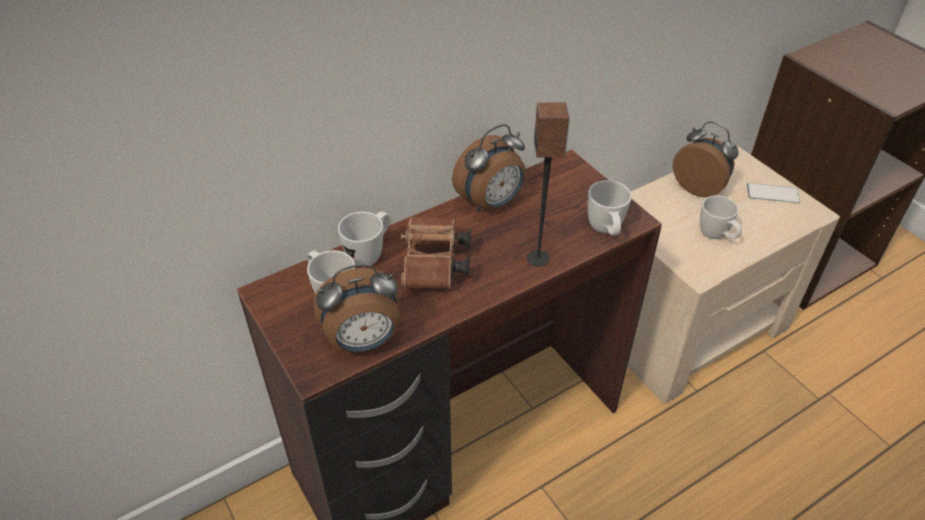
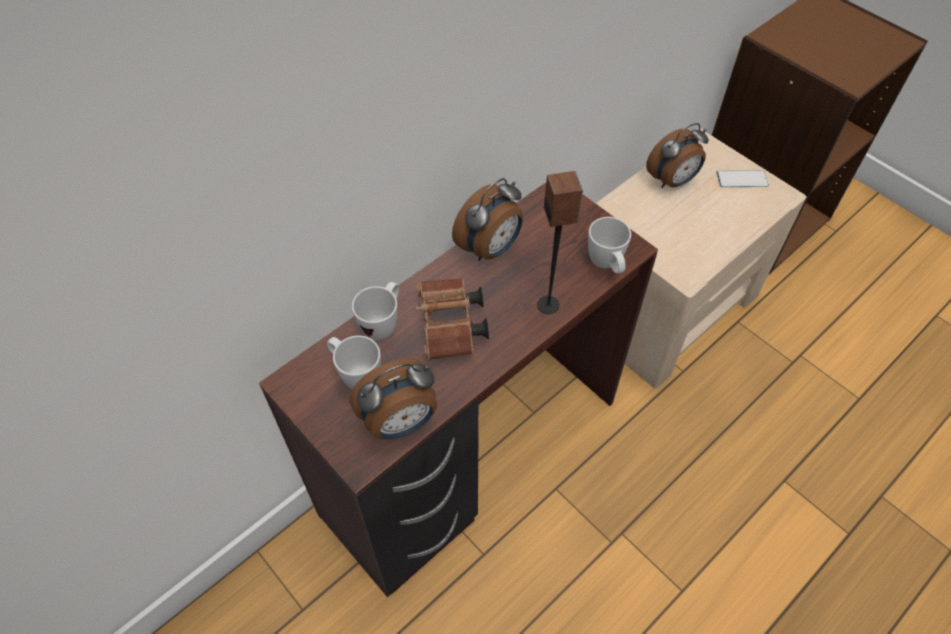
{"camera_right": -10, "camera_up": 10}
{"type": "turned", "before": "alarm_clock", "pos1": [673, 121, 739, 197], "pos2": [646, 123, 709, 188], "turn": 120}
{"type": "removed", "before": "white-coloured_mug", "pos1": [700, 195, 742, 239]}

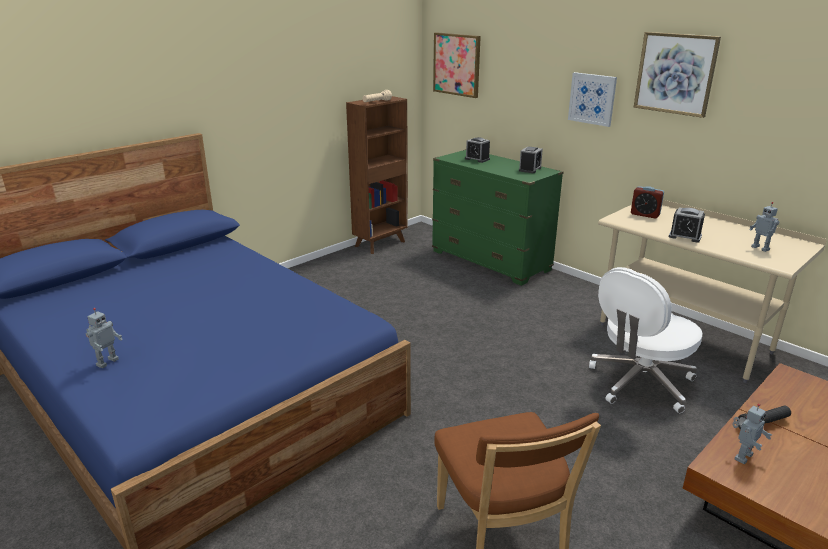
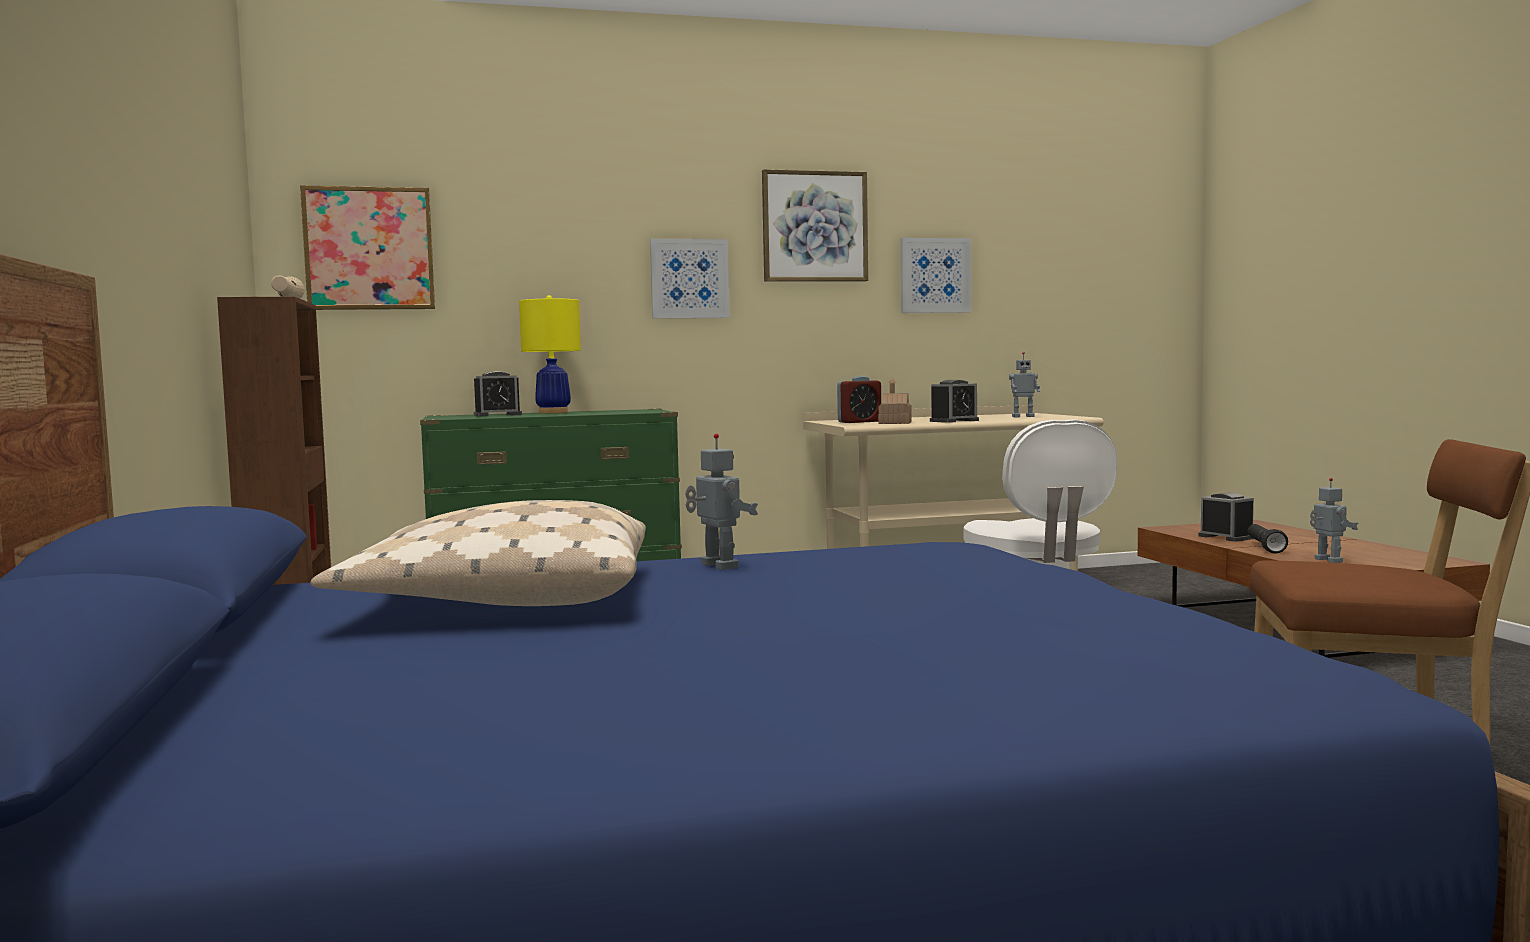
{"camera_right": -60, "camera_up": -20}
{"type": "moved", "before": "alarm_clock", "pos1": [519, 147, 543, 173], "pos2": [1198, 492, 1254, 542]}
{"type": "moved", "before": "robot_figure", "pos1": [86, 308, 123, 368], "pos2": [685, 433, 758, 570]}
{"type": "added", "after": "wall_picture", "pos2": [900, 238, 971, 313]}
{"type": "added", "after": "yellowish_tabletop_lamp", "pos2": [519, 295, 581, 413]}
{"type": "added", "after": "model_house", "pos2": [878, 378, 911, 424]}
{"type": "added", "after": "beige_cushion", "pos2": [311, 500, 646, 606]}

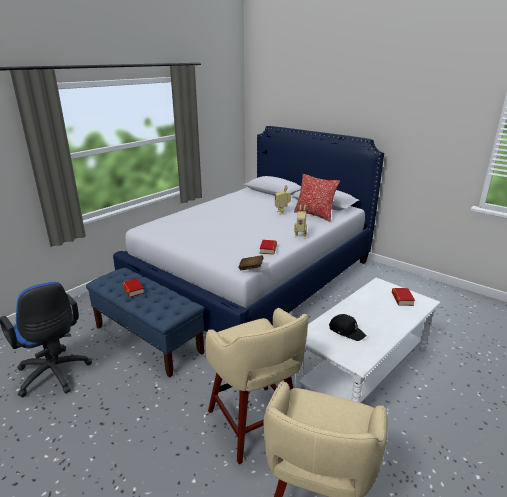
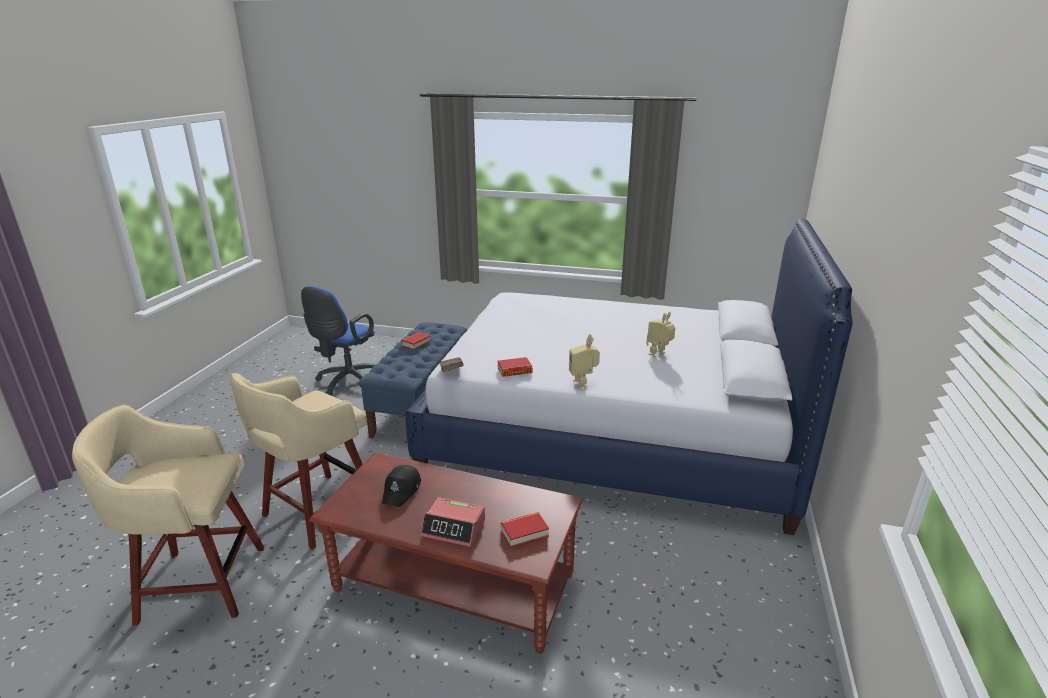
{"camera_right": 65, "camera_up": 0}
{"type": "removed", "before": "cushion", "pos1": [294, 174, 340, 221]}
{"type": "recoloured", "before": "white-coloured_coffee_table", "after": "brown_coffee_table", "pos1": [294, 278, 441, 403], "pos2": [309, 452, 583, 653]}
{"type": "added", "after": "alarm_clock", "pos2": [421, 497, 485, 547]}

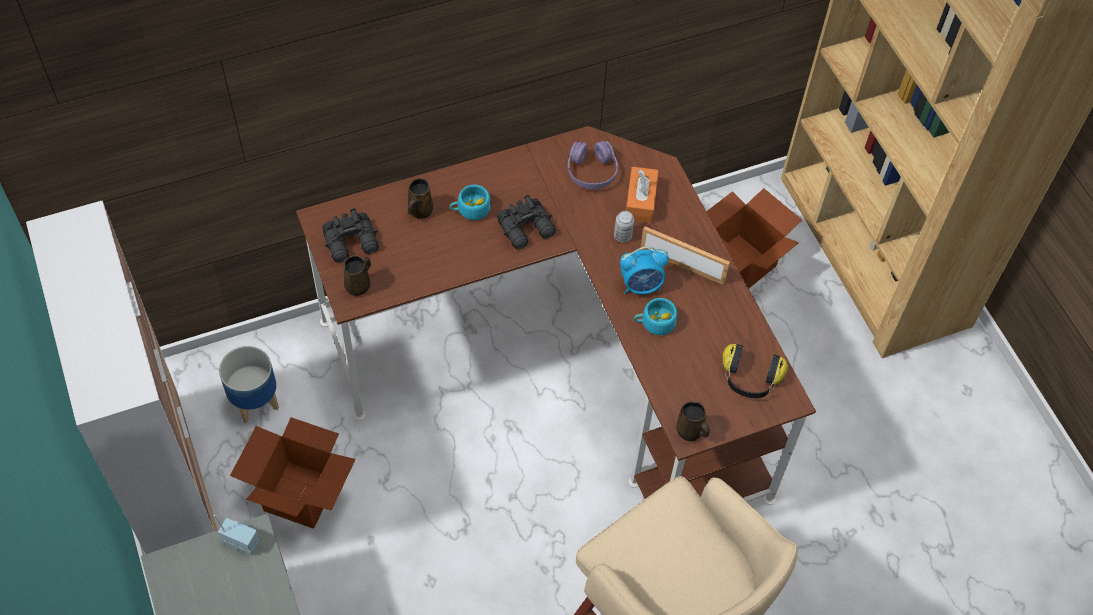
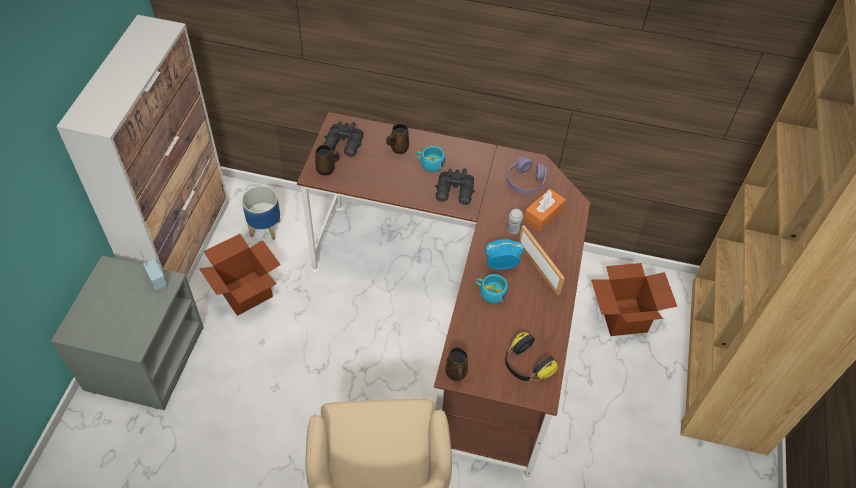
{"camera_right": 35, "camera_up": -5}
{"type": "turned", "before": "alarm_clock", "pos1": [620, 247, 669, 294], "pos2": [485, 239, 524, 270], "turn": 150}

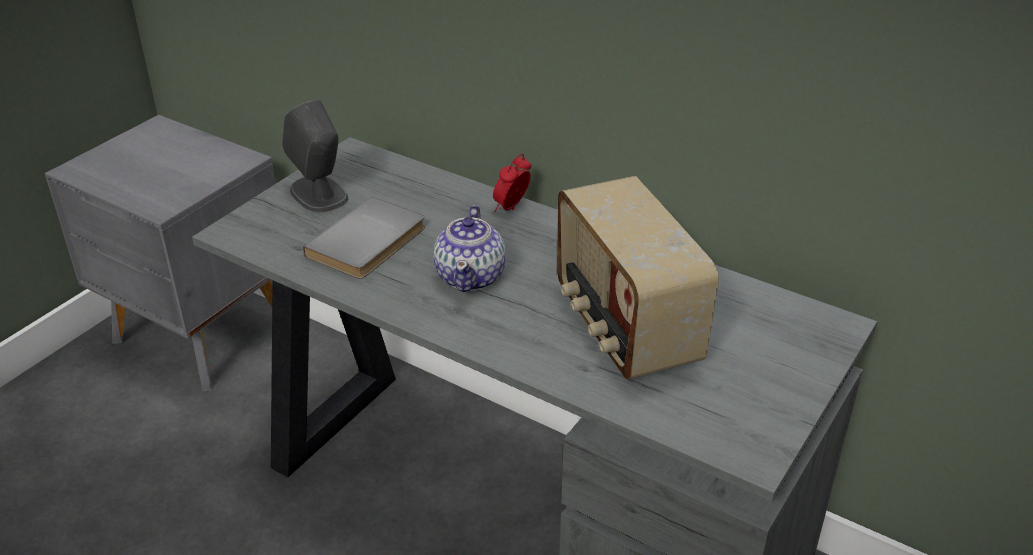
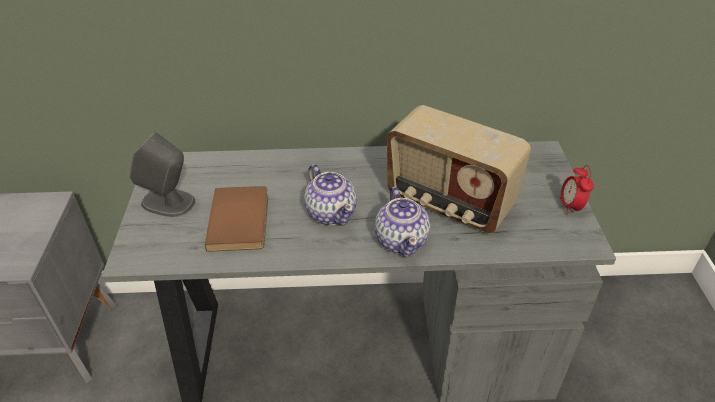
{"camera_right": -35, "camera_up": 5}
{"type": "moved", "before": "alarm_clock", "pos1": [493, 154, 531, 212], "pos2": [560, 165, 594, 215]}
{"type": "recoloured", "before": "gray_book", "after": "brown_book", "pos1": [303, 197, 425, 279], "pos2": [205, 186, 268, 252]}
{"type": "added", "after": "teapot", "pos2": [375, 186, 430, 257]}

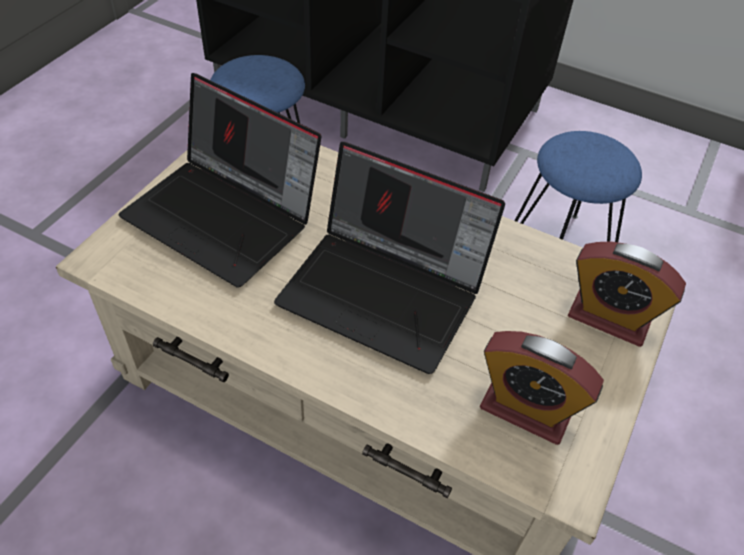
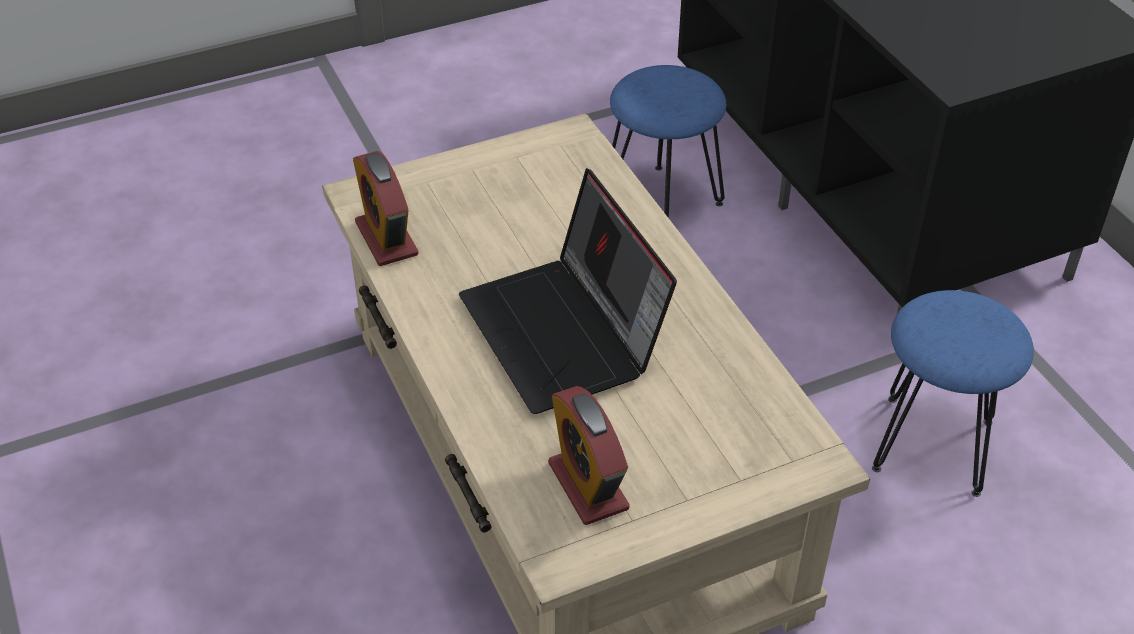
{"camera_right": 40, "camera_up": -5}
{"type": "removed", "before": "laptop", "pos1": [118, 73, 322, 288]}
{"type": "moved", "before": "alarm_clock", "pos1": [568, 242, 686, 347], "pos2": [353, 151, 419, 266]}

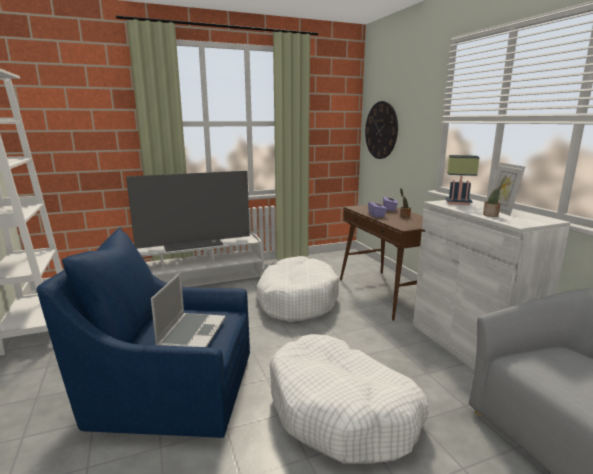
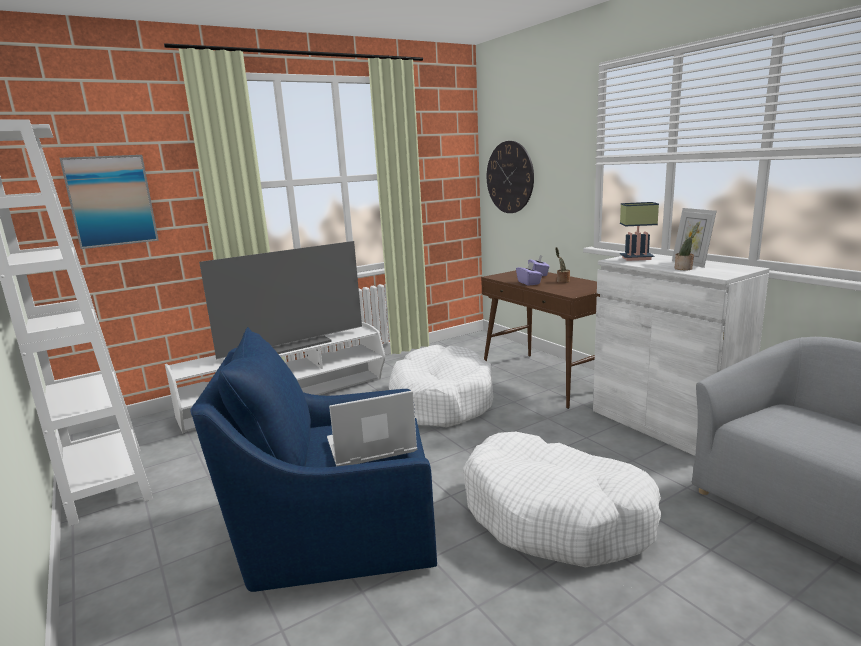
{"camera_right": -10, "camera_up": 0}
{"type": "turned", "before": "laptop", "pos1": [151, 273, 226, 347], "pos2": [327, 390, 417, 466], "turn": -105}
{"type": "added", "after": "wall_picture", "pos2": [59, 155, 159, 249]}

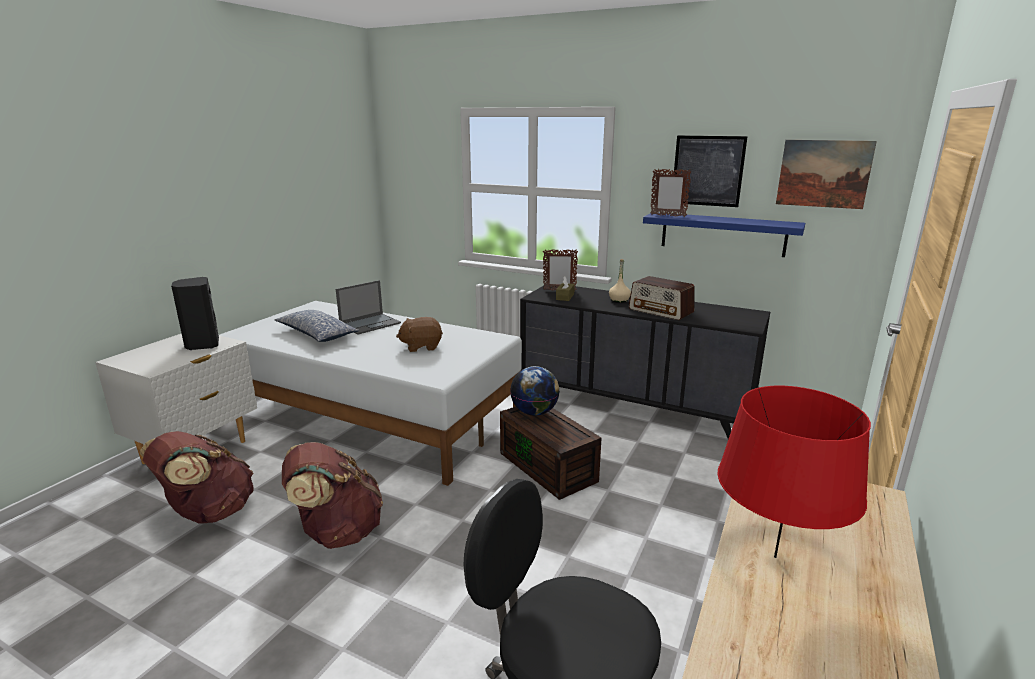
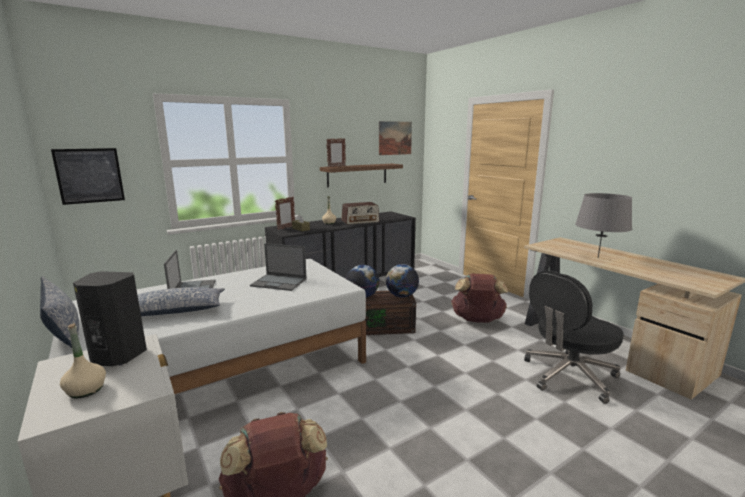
{"camera_right": -60, "camera_up": -5}
{"type": "moved", "before": "wall_picture", "pos1": [674, 135, 748, 207], "pos2": [51, 148, 125, 205]}
{"type": "recoloured", "before": "blue-coloured_bracket_shelf", "after": "brown_bracket_shelf", "pos1": [643, 212, 805, 257], "pos2": [320, 164, 403, 187]}
{"type": "replaced", "before": "brown_soft_toy", "after": "laptop", "pos1": [396, 317, 443, 352], "pos2": [250, 243, 307, 291]}
{"type": "recoloured", "before": "red-coloured_tabletop_lamp", "after": "gray_tabletop_lamp", "pos1": [717, 386, 871, 558], "pos2": [575, 193, 632, 258]}
{"type": "moved", "before": "brown_rucksack", "pos1": [282, 442, 383, 549], "pos2": [451, 273, 508, 323]}
{"type": "added", "after": "globe", "pos2": [386, 264, 419, 297]}
{"type": "added", "after": "cushion", "pos2": [40, 276, 79, 348]}
{"type": "added", "after": "beige_drink_bottle", "pos2": [60, 323, 106, 398]}

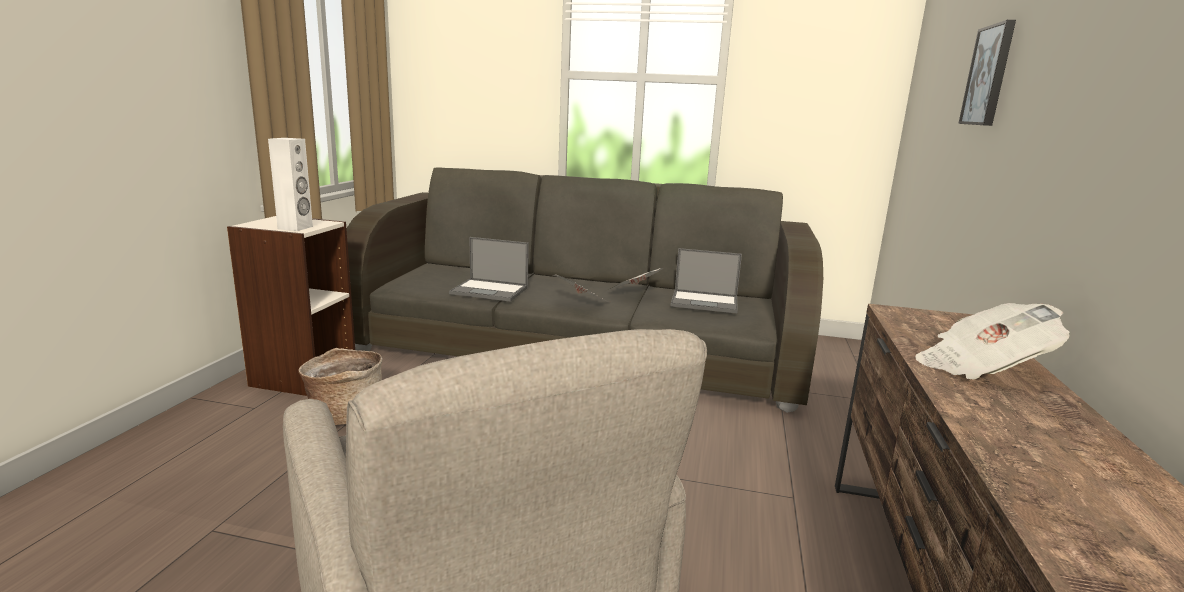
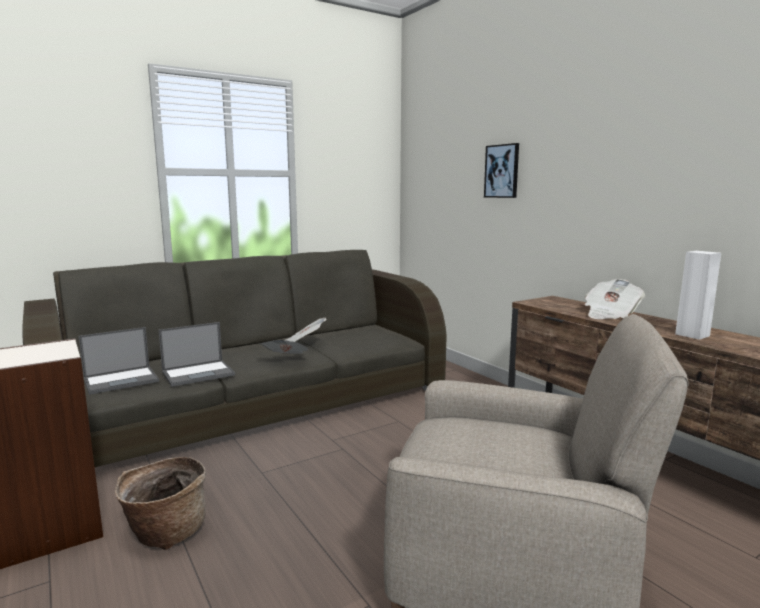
{"camera_right": -45, "camera_up": -5}
{"type": "moved", "before": "white-coloured_speaker", "pos1": [268, 138, 313, 231], "pos2": [675, 251, 721, 340]}
{"type": "moved", "before": "laptop", "pos1": [670, 248, 742, 313], "pos2": [78, 327, 159, 395]}

